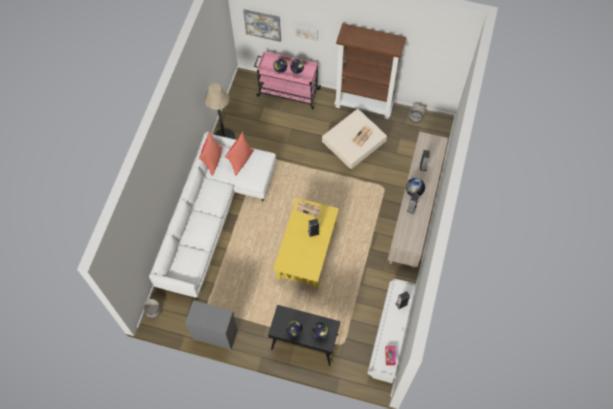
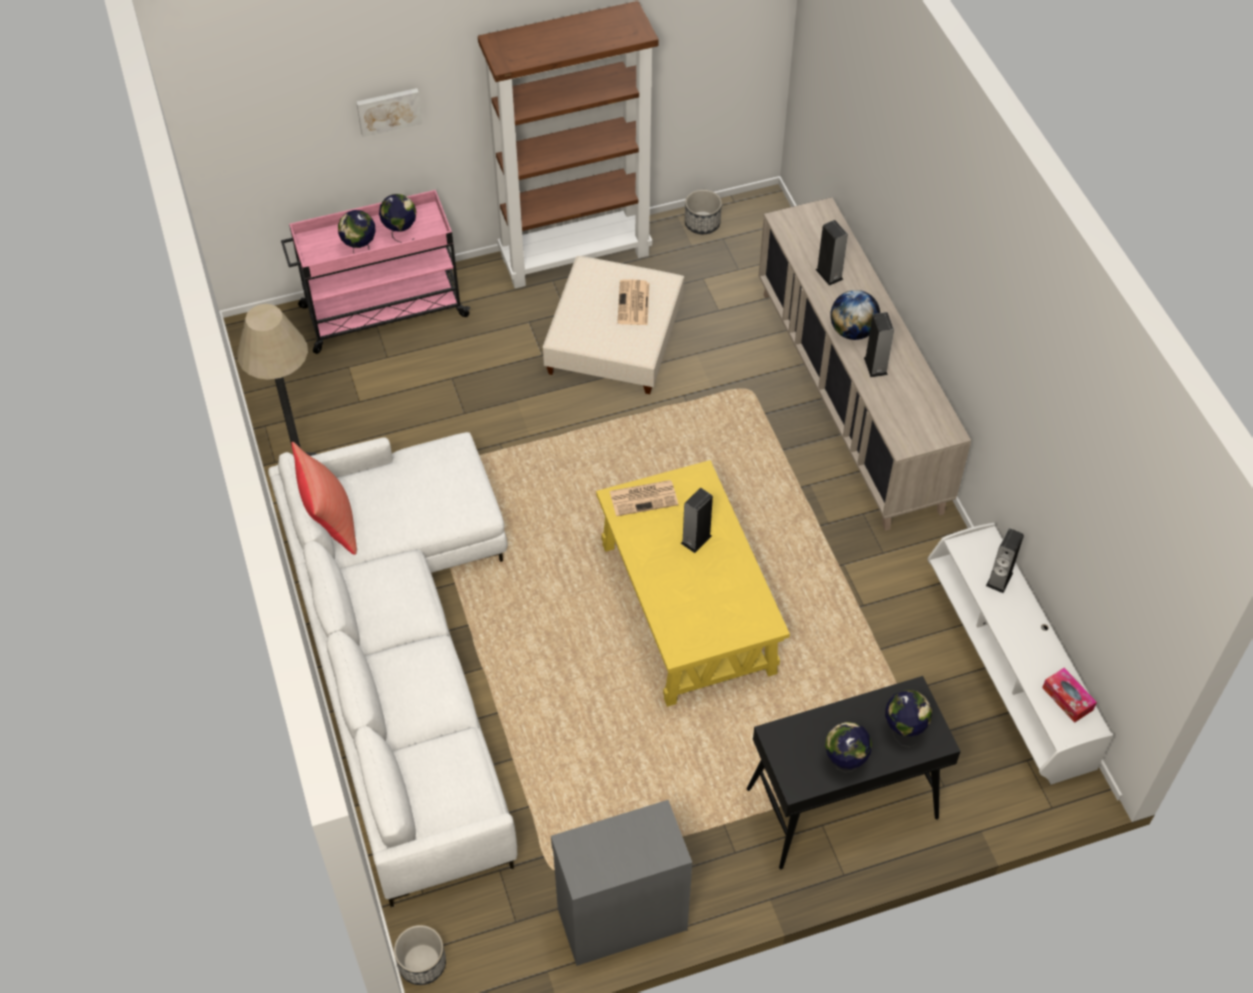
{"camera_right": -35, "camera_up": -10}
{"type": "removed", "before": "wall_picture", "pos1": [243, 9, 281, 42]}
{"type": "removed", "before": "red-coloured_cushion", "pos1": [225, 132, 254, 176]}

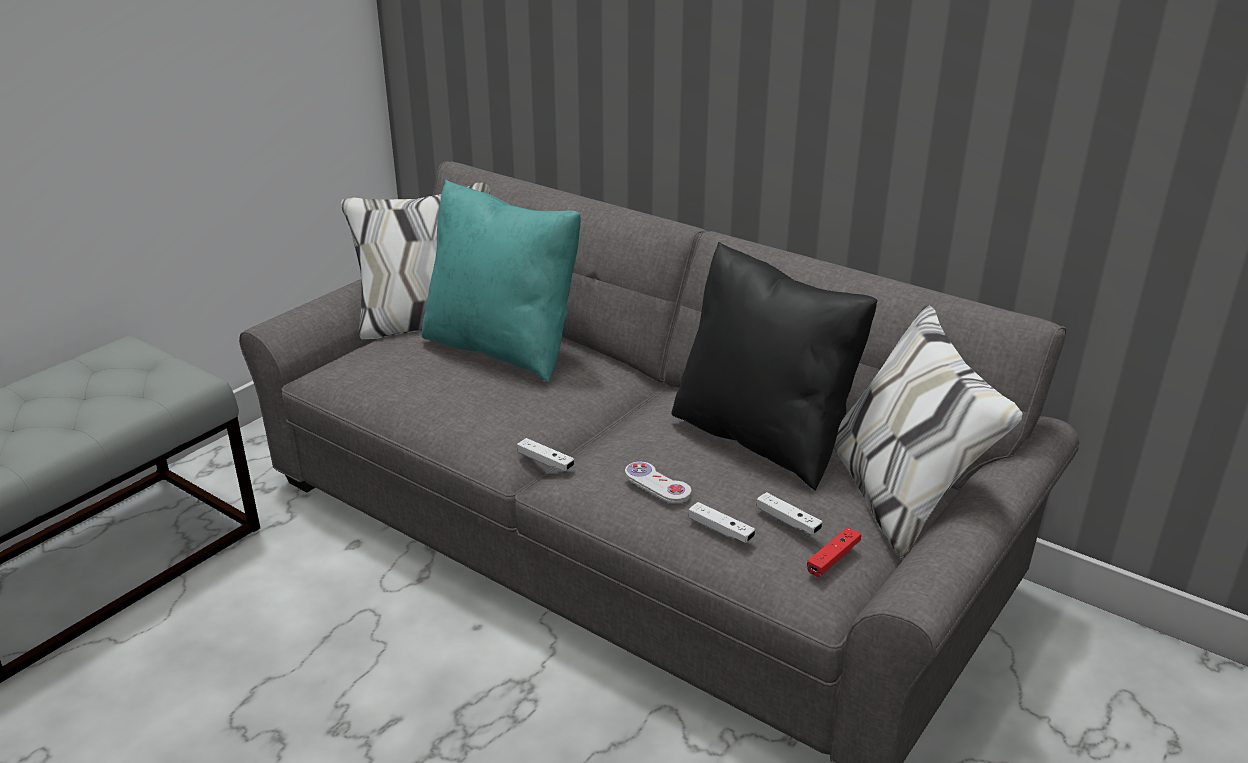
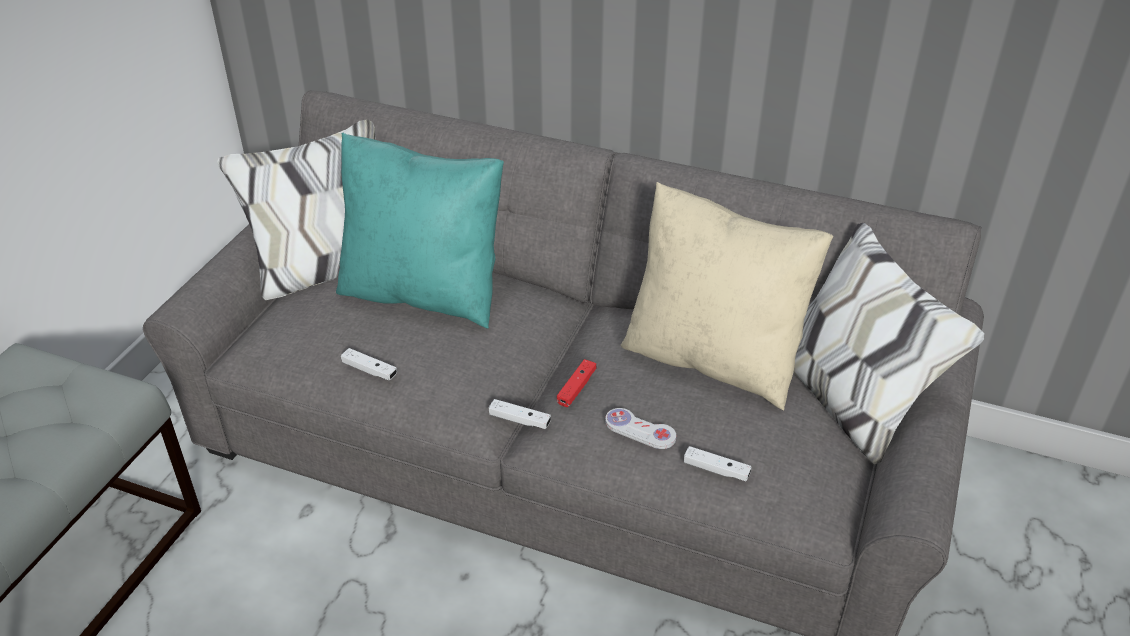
{"camera_right": -15, "camera_up": 10}
{"type": "recoloured", "before": "black-coloured_cushion", "after": "beige_cushion", "pos1": [672, 242, 877, 491], "pos2": [621, 182, 833, 410]}
{"type": "moved", "before": "white-coloured_joypad", "pos1": [757, 492, 822, 535], "pos2": [341, 348, 397, 381]}
{"type": "moved", "before": "red-coloured_joypad", "pos1": [807, 527, 861, 577], "pos2": [557, 359, 596, 407]}

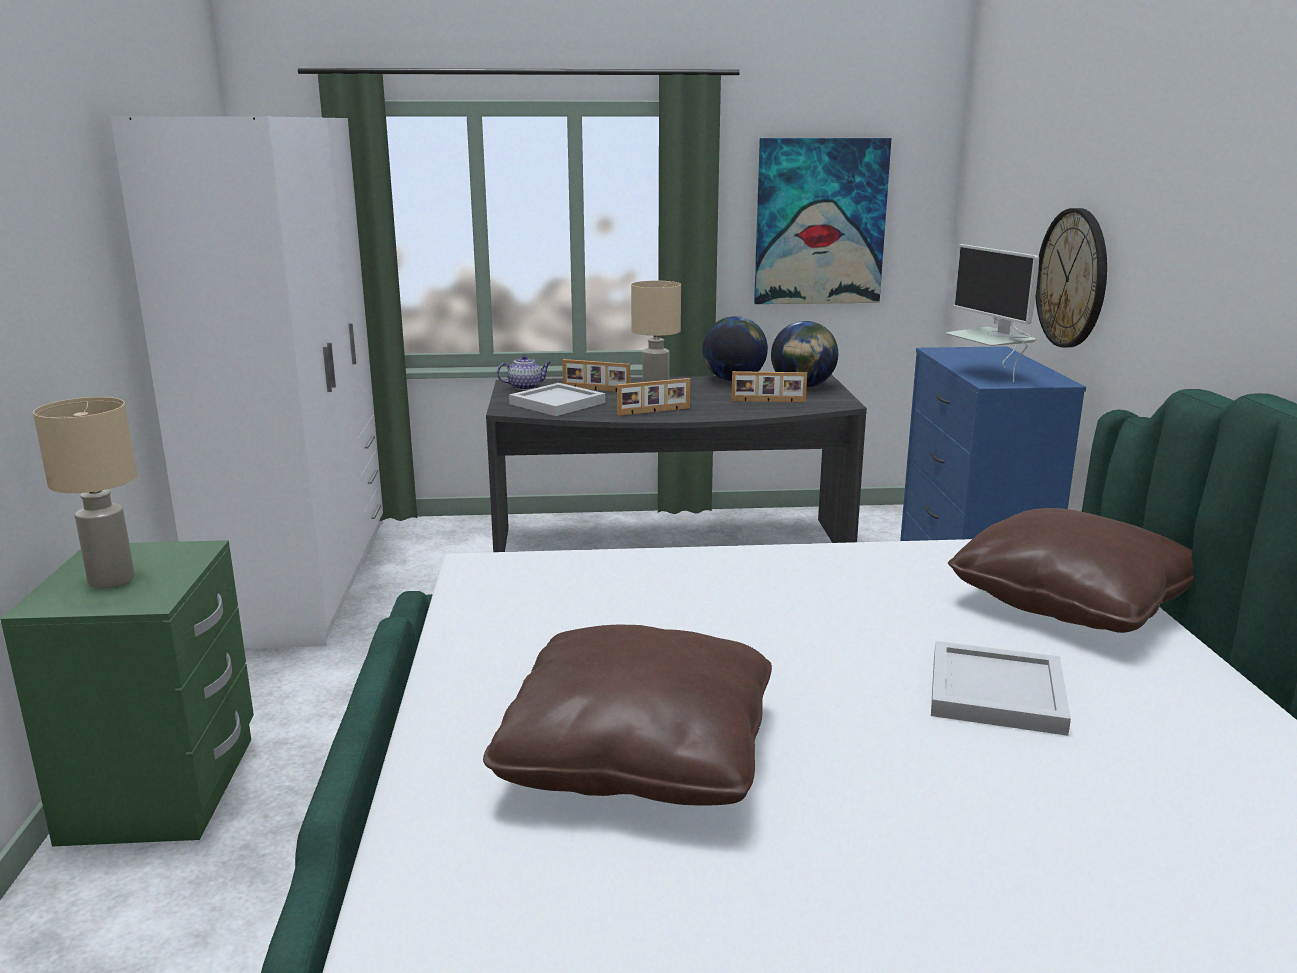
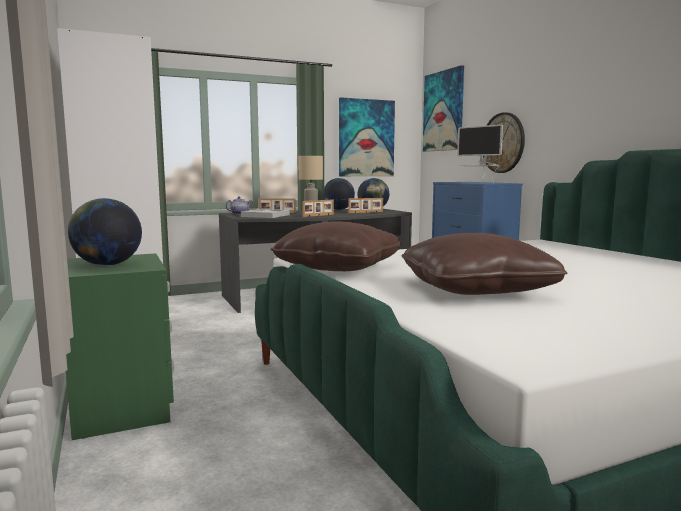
{"camera_right": -20, "camera_up": -10}
{"type": "replaced", "before": "beige_tabletop_lamp", "after": "globe", "pos1": [33, 397, 137, 589], "pos2": [68, 198, 142, 266]}
{"type": "moved", "before": "brown_cushion", "pos1": [948, 508, 1194, 633], "pos2": [270, 221, 402, 271]}
{"type": "removed", "before": "white-coloured_tray", "pos1": [931, 641, 1071, 736]}
{"type": "added", "after": "wall_picture", "pos2": [423, 65, 464, 152]}

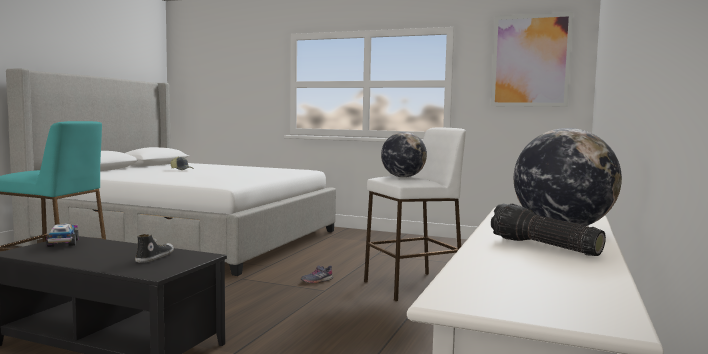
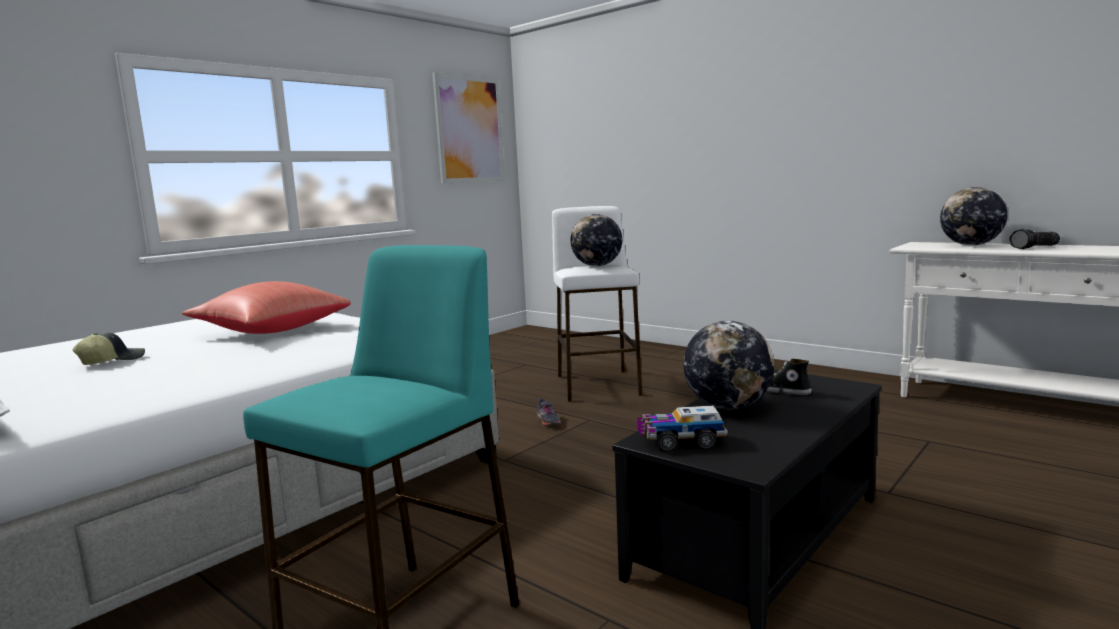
{"camera_right": -70, "camera_up": 5}
{"type": "added", "after": "red-coloured_cushion", "pos2": [182, 281, 351, 334]}
{"type": "added", "after": "globe", "pos2": [683, 321, 774, 409]}

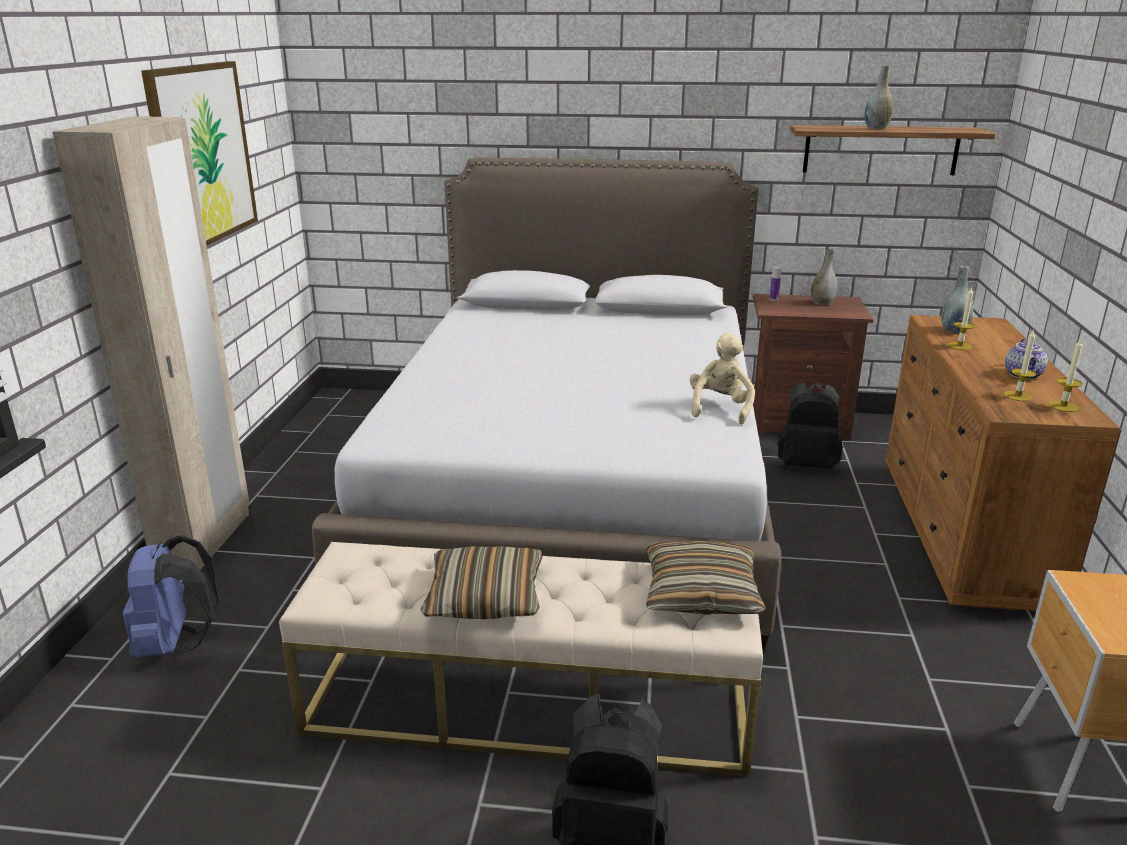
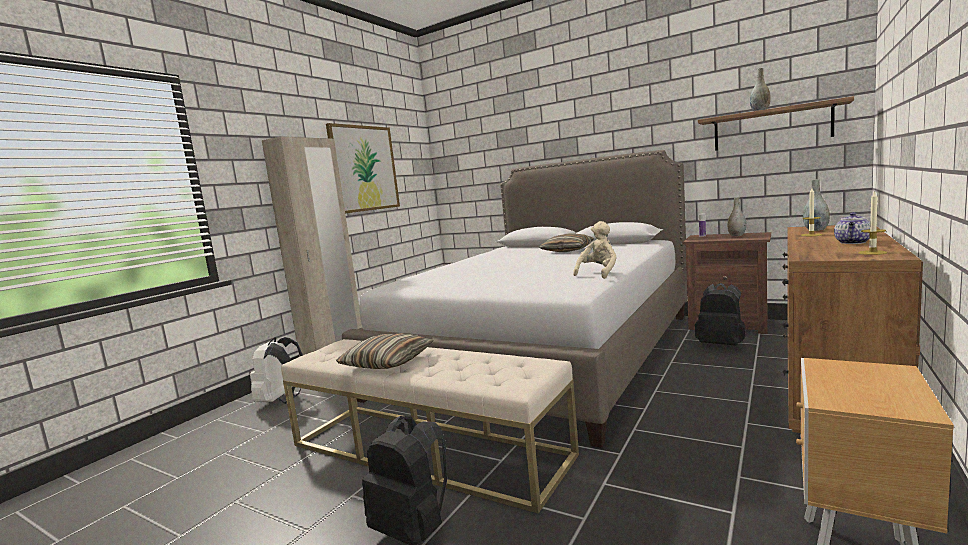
{"camera_right": 25, "camera_up": -15}
{"type": "removed", "before": "candle", "pos1": [1004, 329, 1036, 401]}
{"type": "recoloured", "before": "blue-coloured_rucksack", "after": "white-coloured_rucksack", "pos1": [123, 535, 219, 657], "pos2": [250, 337, 303, 404]}
{"type": "moved", "before": "cushion", "pos1": [646, 541, 766, 615], "pos2": [539, 233, 594, 252]}

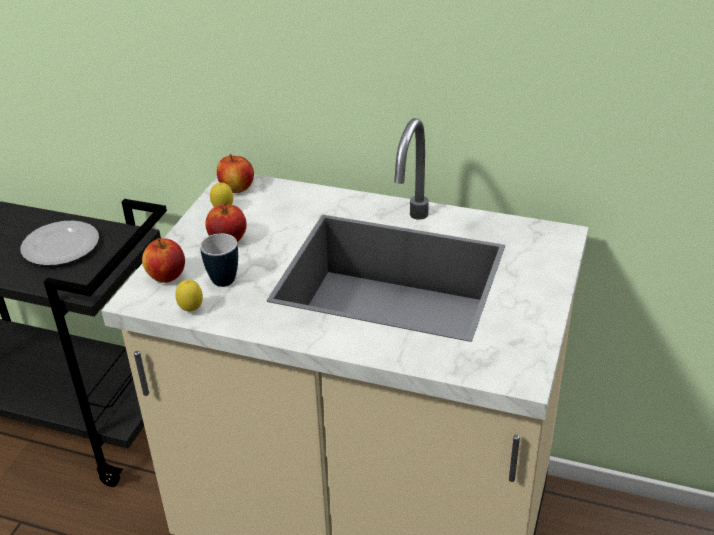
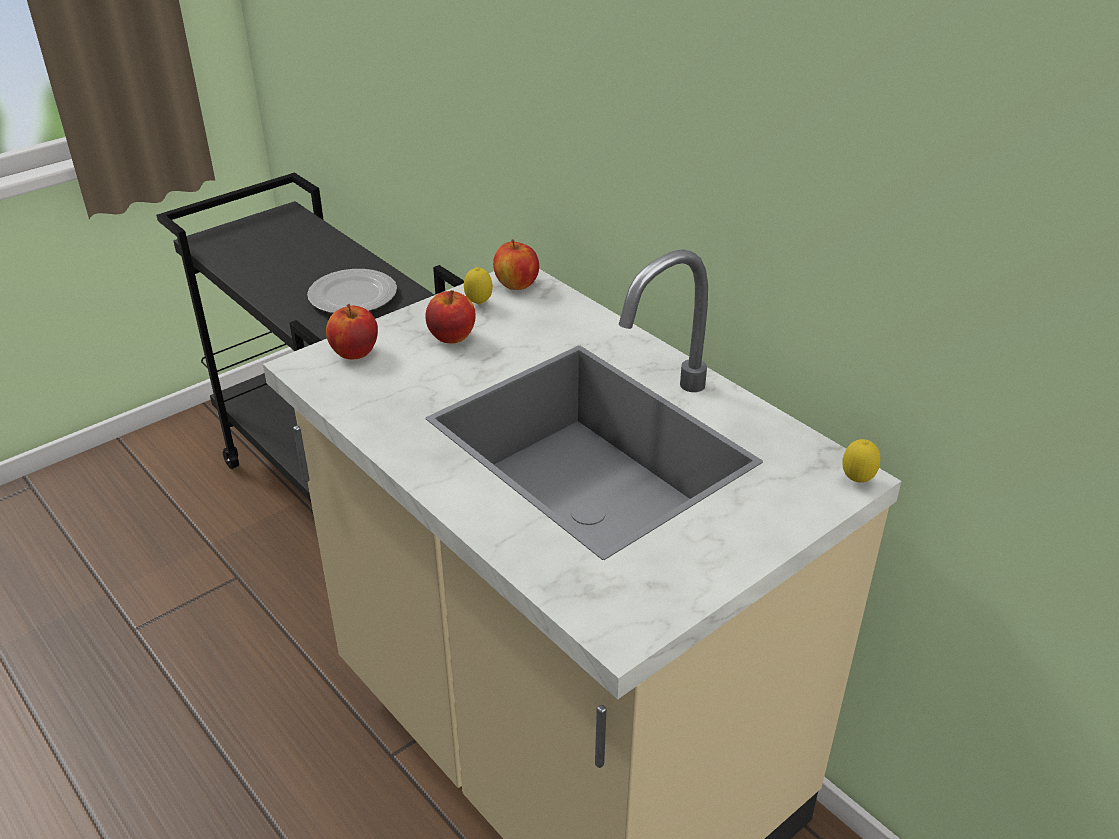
{"camera_right": 30, "camera_up": 0}
{"type": "removed", "before": "mug", "pos1": [200, 233, 238, 287]}
{"type": "moved", "before": "citrus_fruit", "pos1": [175, 280, 203, 311], "pos2": [842, 439, 880, 482]}

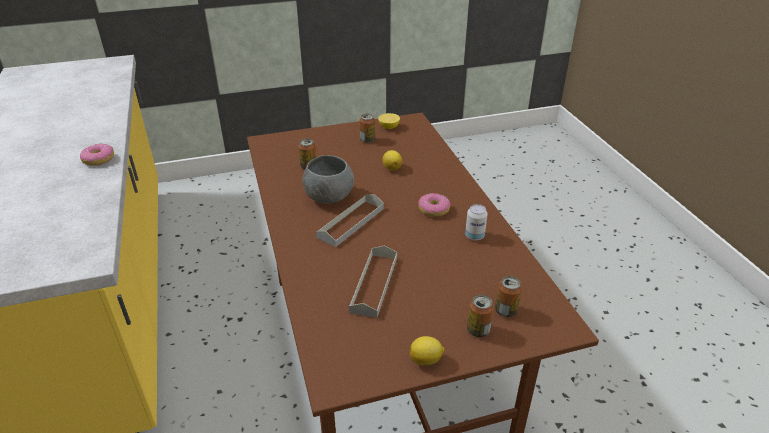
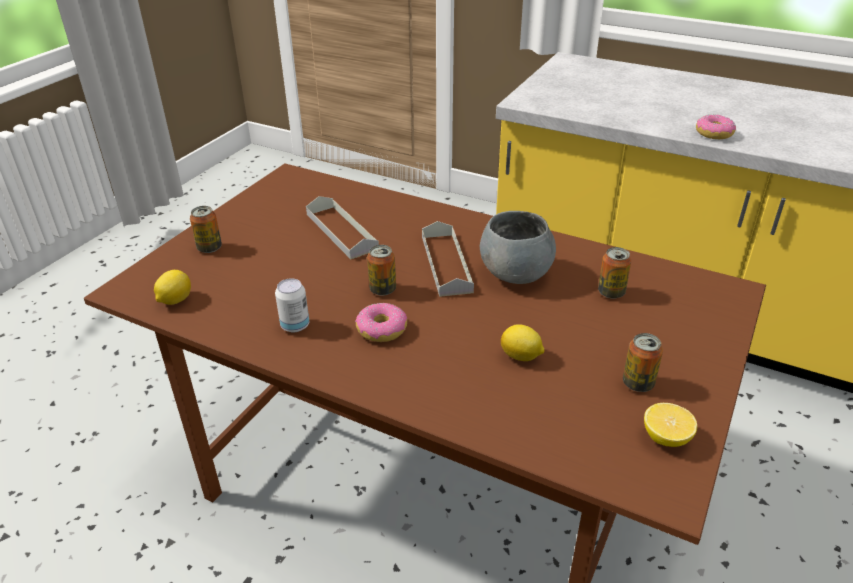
{"camera_right": 135, "camera_up": 0}
{"type": "moved", "before": "can", "pos1": [495, 276, 522, 317], "pos2": [367, 245, 396, 296]}
{"type": "moved", "before": "citrus_fruit", "pos1": [410, 336, 444, 365], "pos2": [154, 270, 191, 305]}

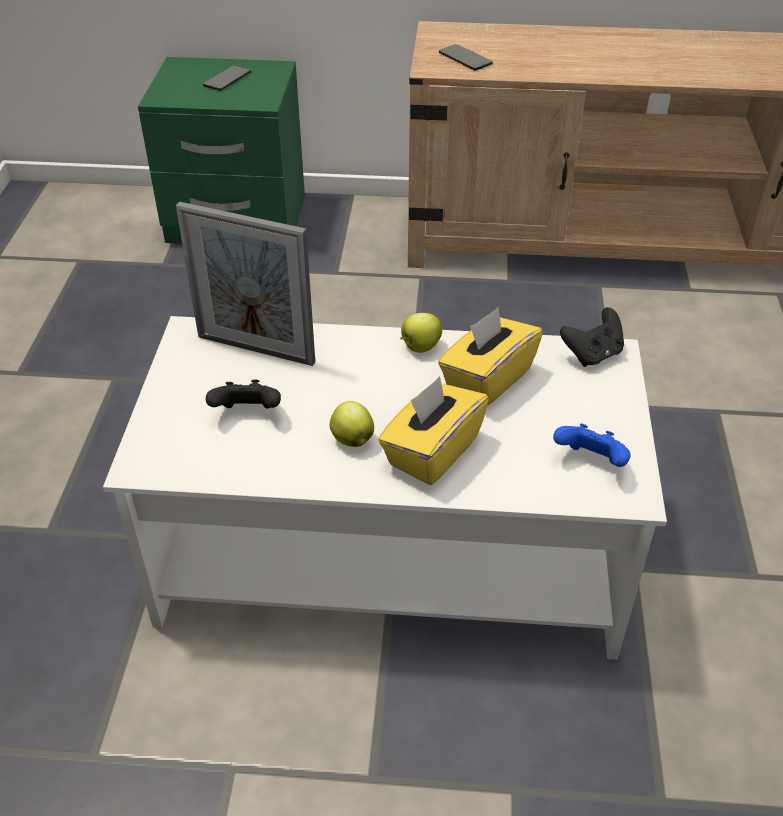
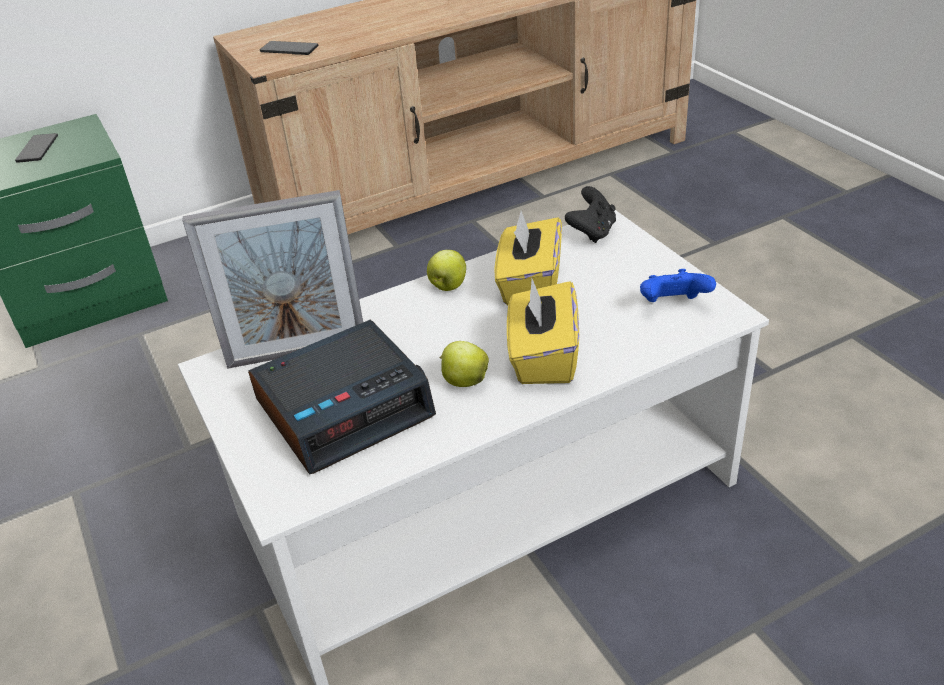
{"camera_right": -30, "camera_up": -5}
{"type": "replaced", "before": "black-coloured_joypad", "after": "alarm_clock", "pos1": [206, 380, 281, 409], "pos2": [248, 320, 436, 475]}

